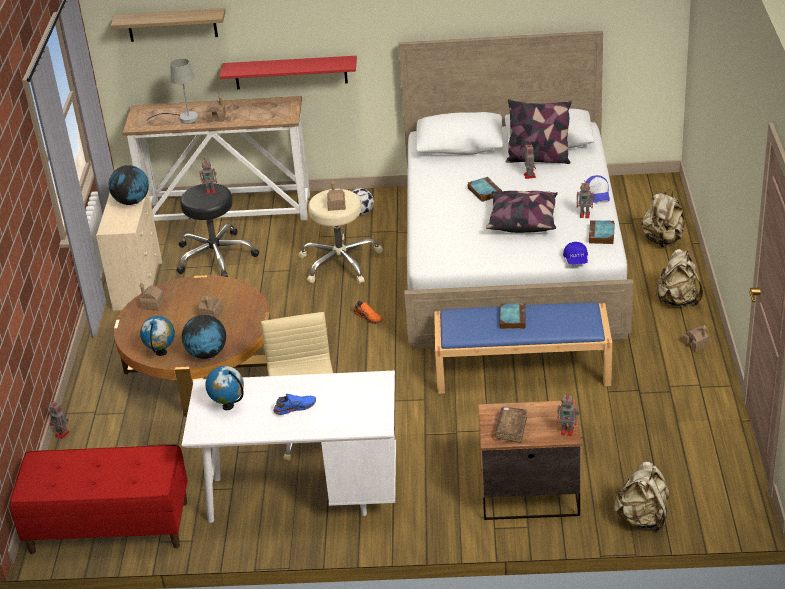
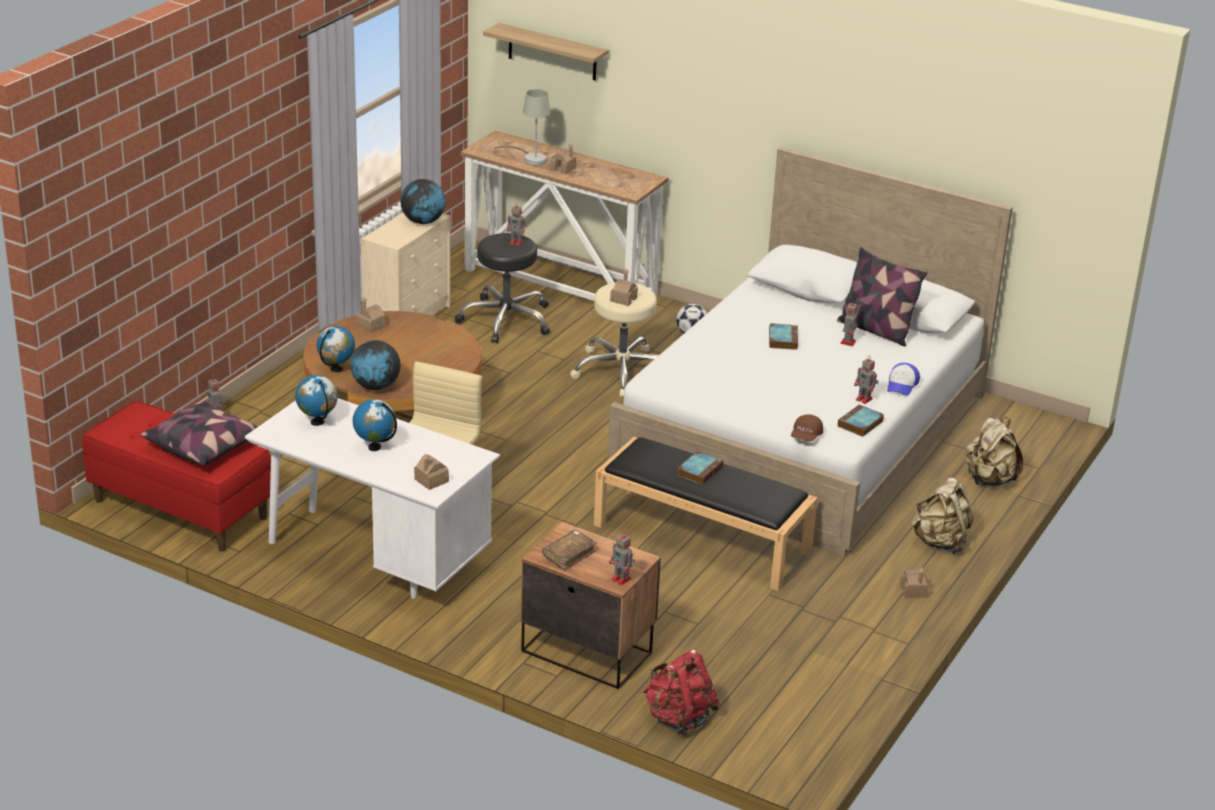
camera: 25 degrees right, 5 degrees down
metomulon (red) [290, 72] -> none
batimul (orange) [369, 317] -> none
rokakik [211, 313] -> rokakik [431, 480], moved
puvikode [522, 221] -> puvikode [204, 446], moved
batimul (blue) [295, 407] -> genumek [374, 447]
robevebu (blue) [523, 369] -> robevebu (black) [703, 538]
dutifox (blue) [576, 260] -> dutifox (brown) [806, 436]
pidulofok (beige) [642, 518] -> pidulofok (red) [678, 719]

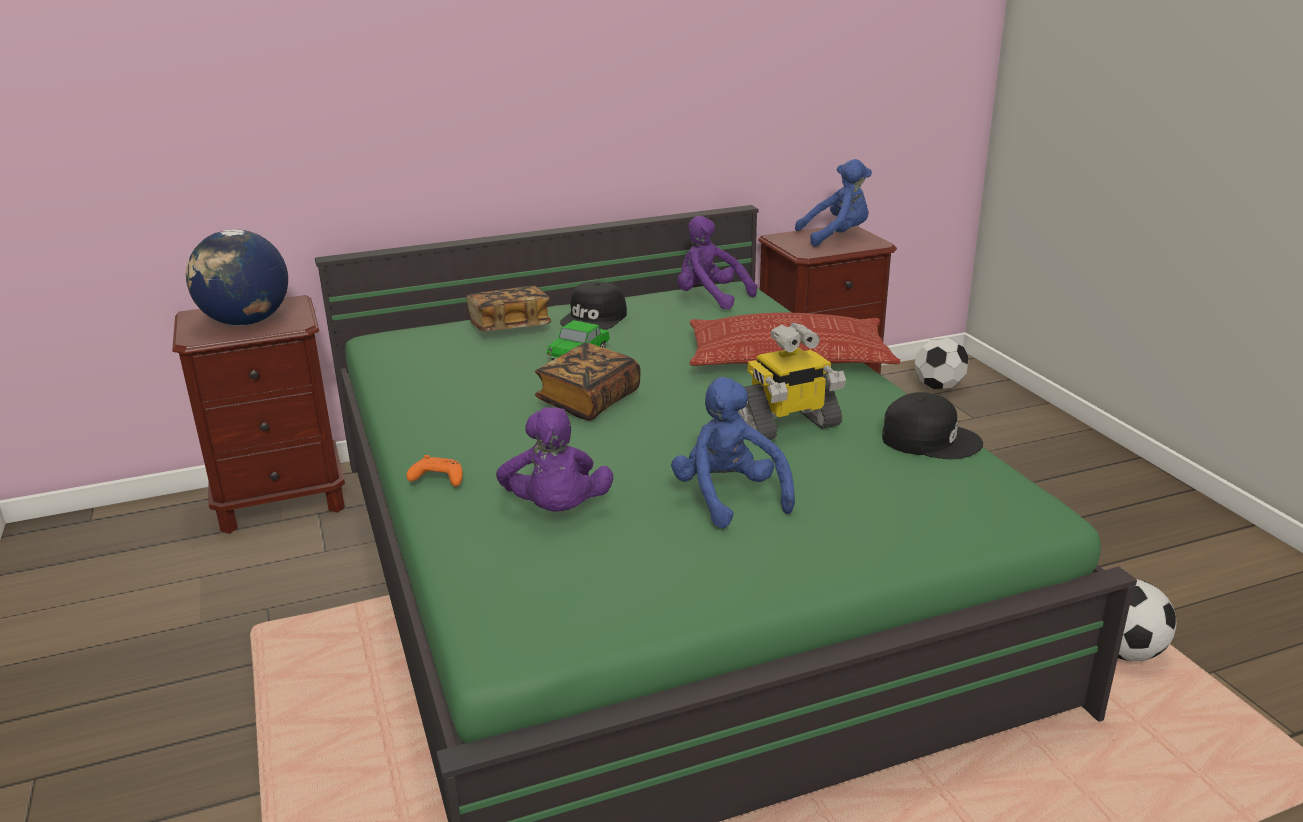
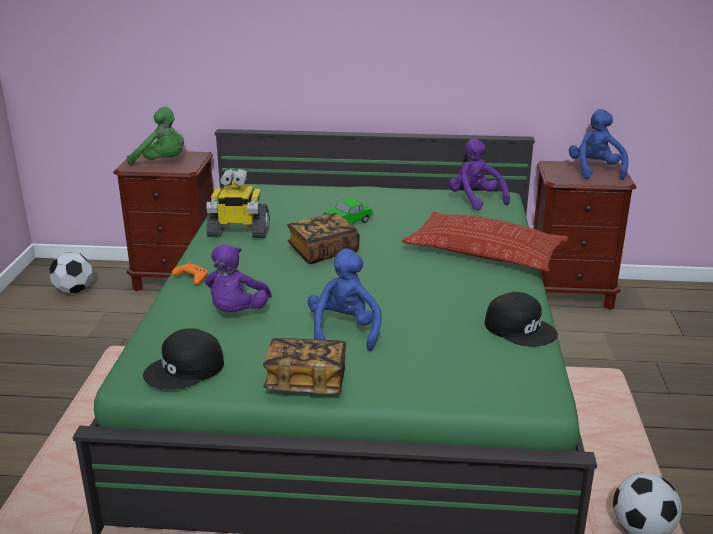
camera: 25 degrees right, 0 degrees up
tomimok [510, 327] -> tomimok [306, 382], moved
dutifox (black) [595, 318] -> dutifox (black) [185, 369], moved
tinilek [786, 426] -> tinilek [238, 232], moved
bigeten [938, 387] -> bigeten [74, 291], moved
genumek [246, 322] -> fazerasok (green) [162, 163]
fazerasok (blue) [836, 237] -> fazerasok (blue) [595, 171], 105 degrees counterclockwise

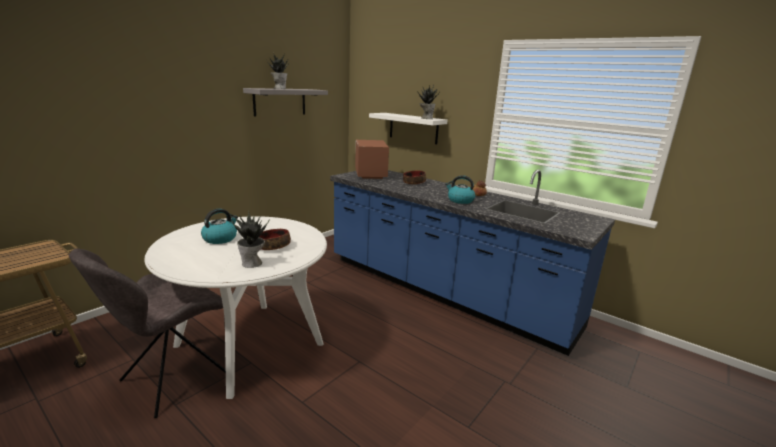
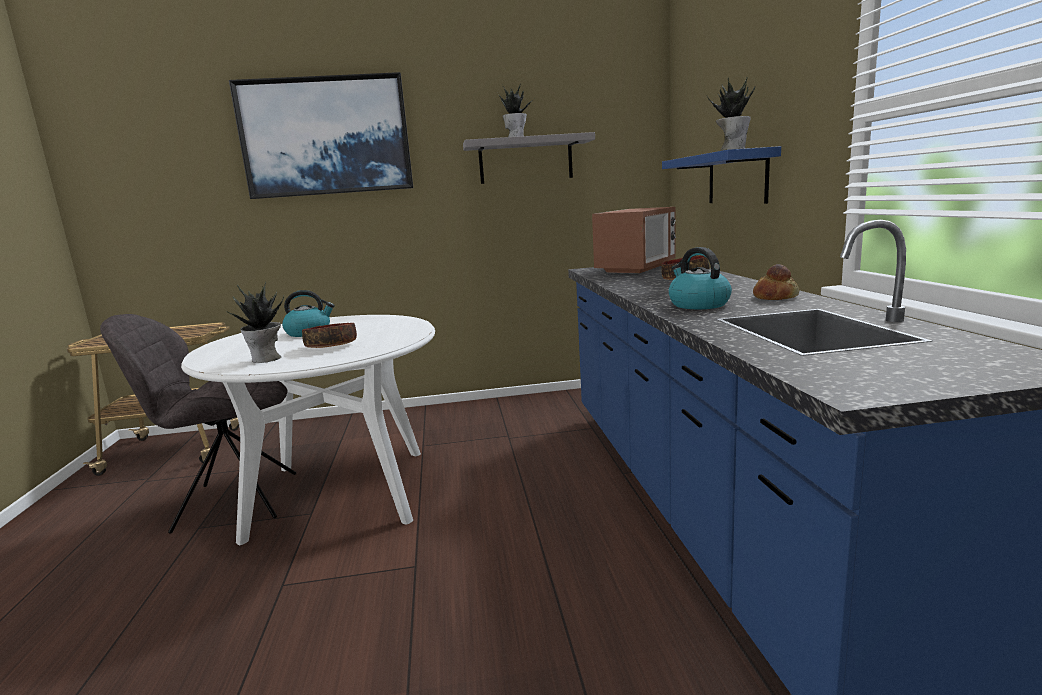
camera: 45 degrees right, 5 degrees down
none -> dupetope [326, 137]
metomulon (white) [413, 128] -> metomulon (blue) [737, 178]

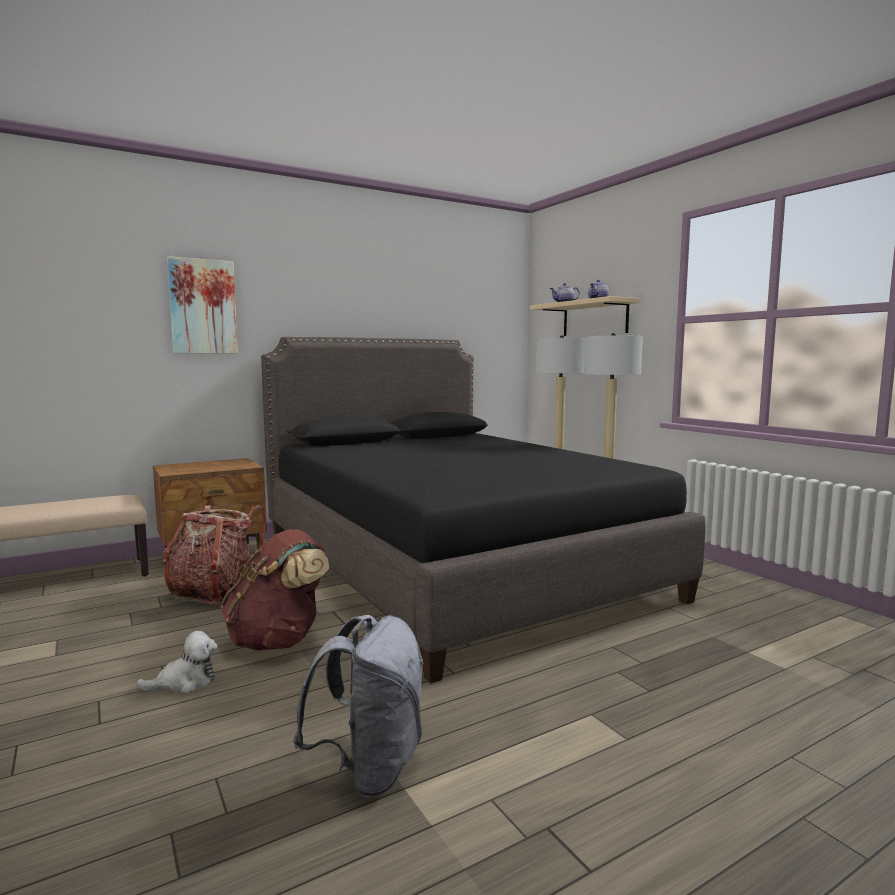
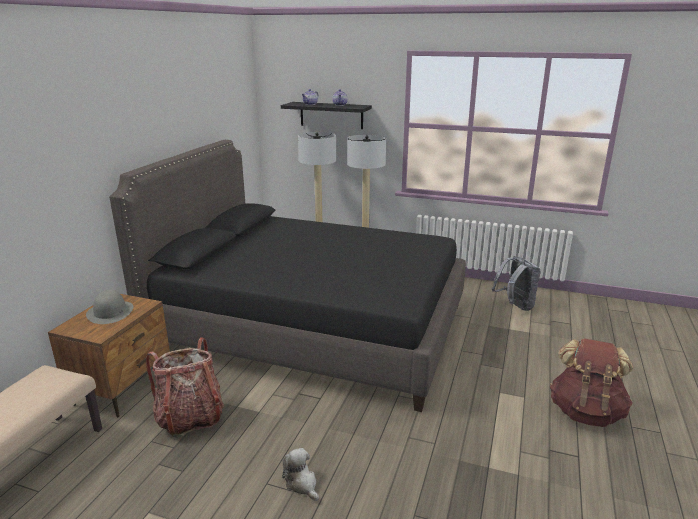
camera: 40 degrees left, 15 degrees up
dupetope [203, 307] -> none
none -> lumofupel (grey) [110, 312]
pidulofok (brown) [278, 640] -> pidulofok (brown) [585, 412], moved
pidulofok (grey) [369, 768] -> pidulofok (grey) [515, 306], moved
metomulon (beige) [594, 318] -> metomulon (black) [331, 115]
fazerasok [184, 682] -> fazerasok [302, 483], 60 degrees counterclockwise

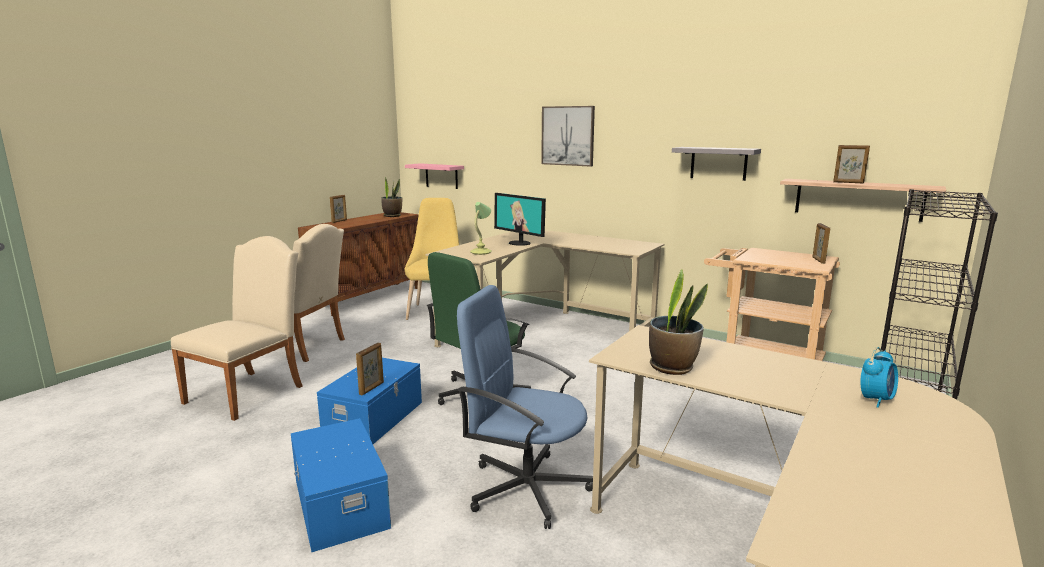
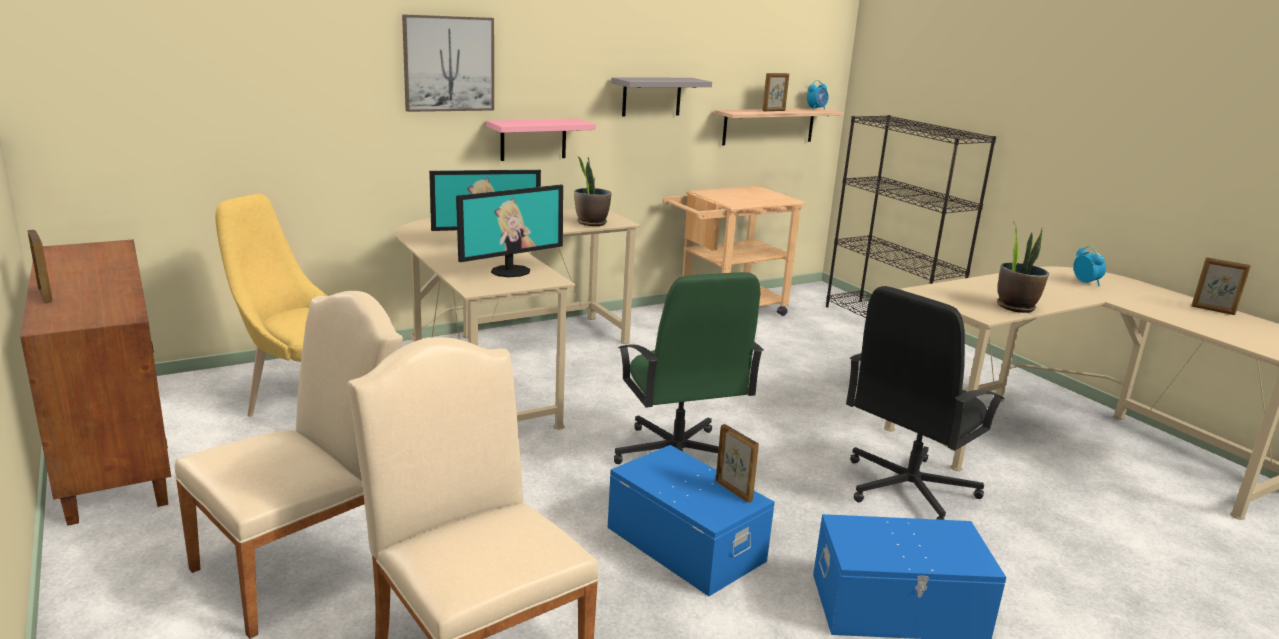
camera: 65 degrees left, 5 degrees up
none -> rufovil [816, 109]
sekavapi [392, 216] -> sekavapi [591, 223], moved
metomulon (pink) [441, 176] -> metomulon (pink) [533, 139], moved
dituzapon [818, 260] -> dituzapon [1213, 310], moved
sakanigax [481, 252] -> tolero [510, 271]
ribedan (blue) [526, 487] -> ribedan (black) [907, 489]

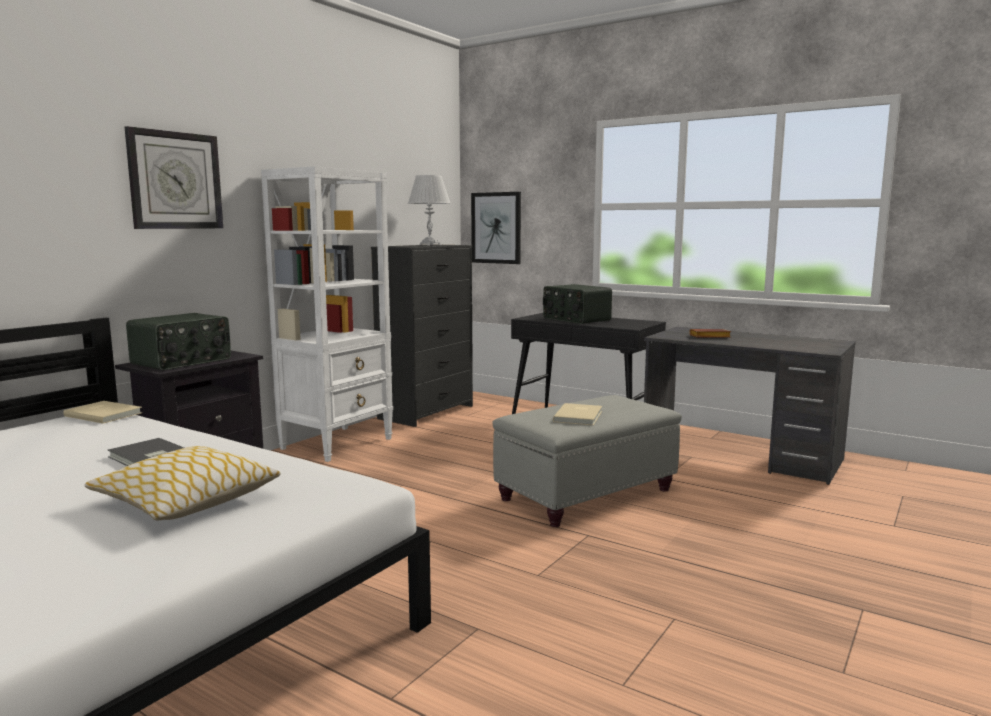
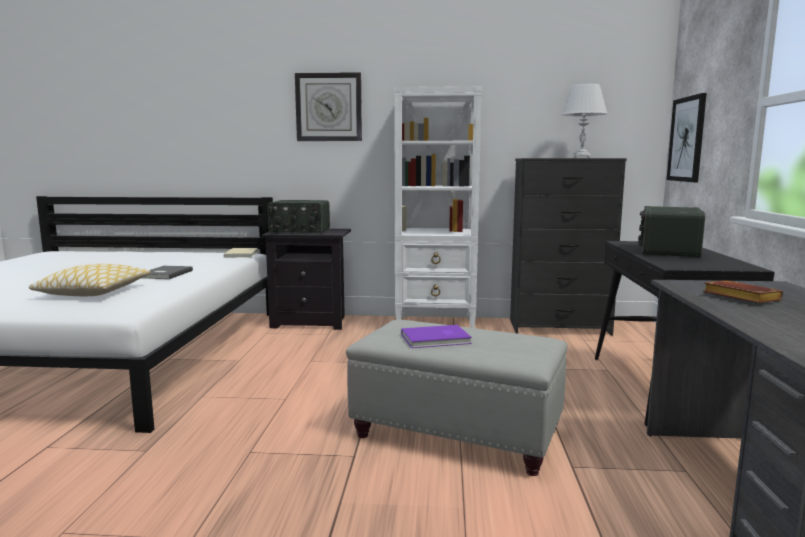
camera: 60 degrees right, 0 degrees up
tomimok (beige) [579, 416] -> tomimok (purple) [437, 339]

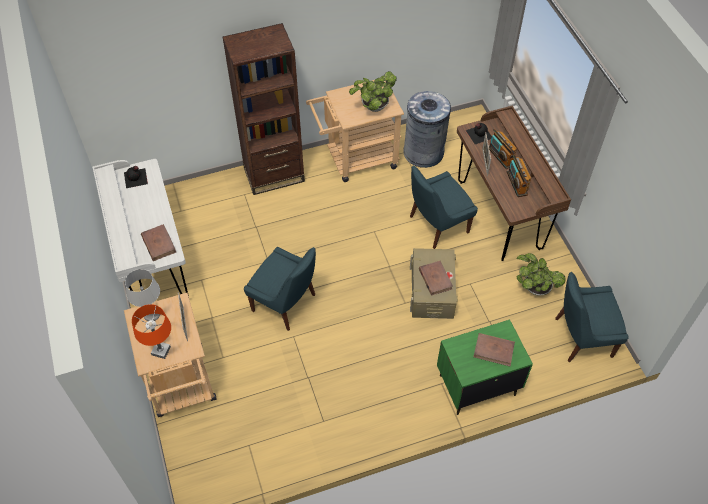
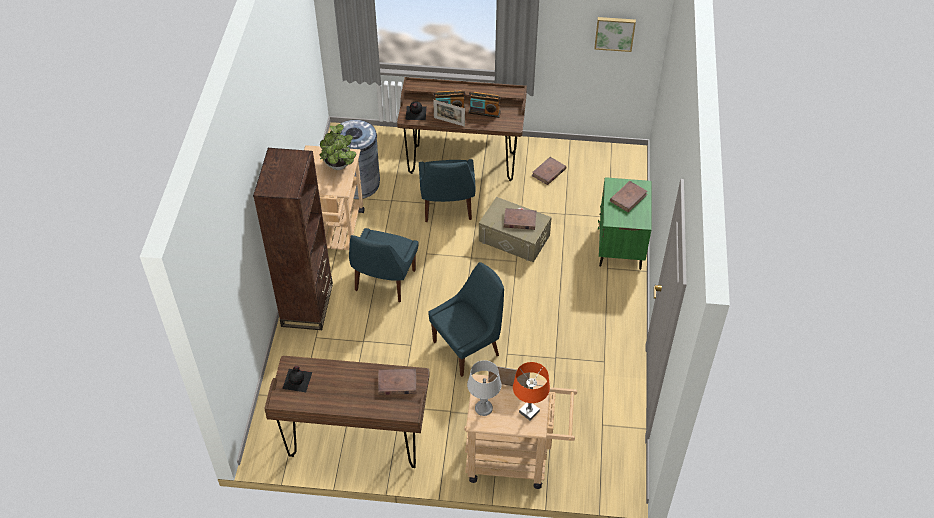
camera: 65 degrees left, 5 degrees down
none -> dupetope [614, 33]
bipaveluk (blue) [580, 337] -> bipaveluk (blue) [384, 282], moved
sekavapi [534, 288] -> tomimok (brown) [548, 172]
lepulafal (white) [154, 264] -> lepulafal (brown) [356, 442]

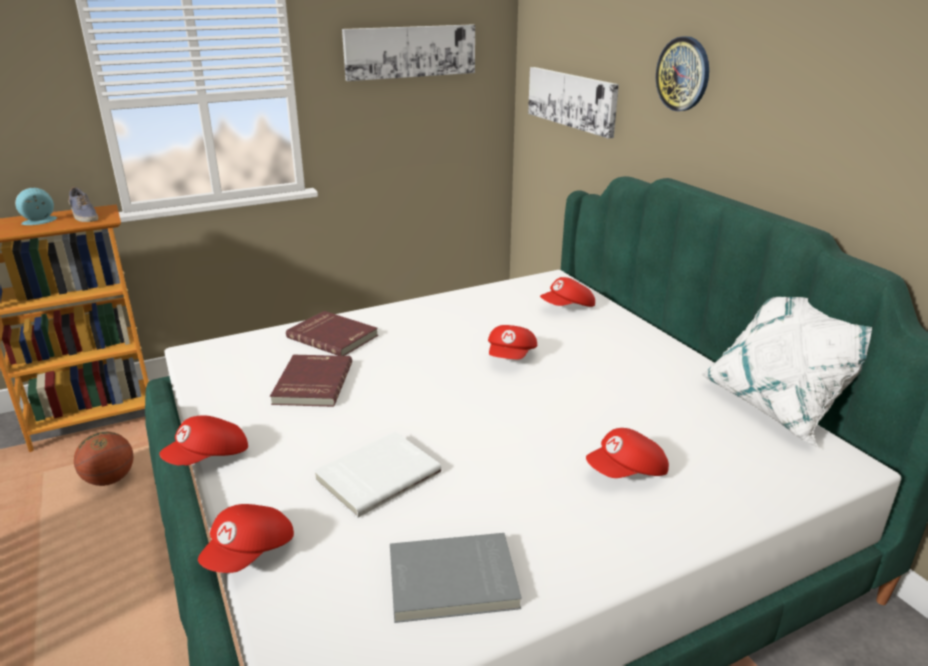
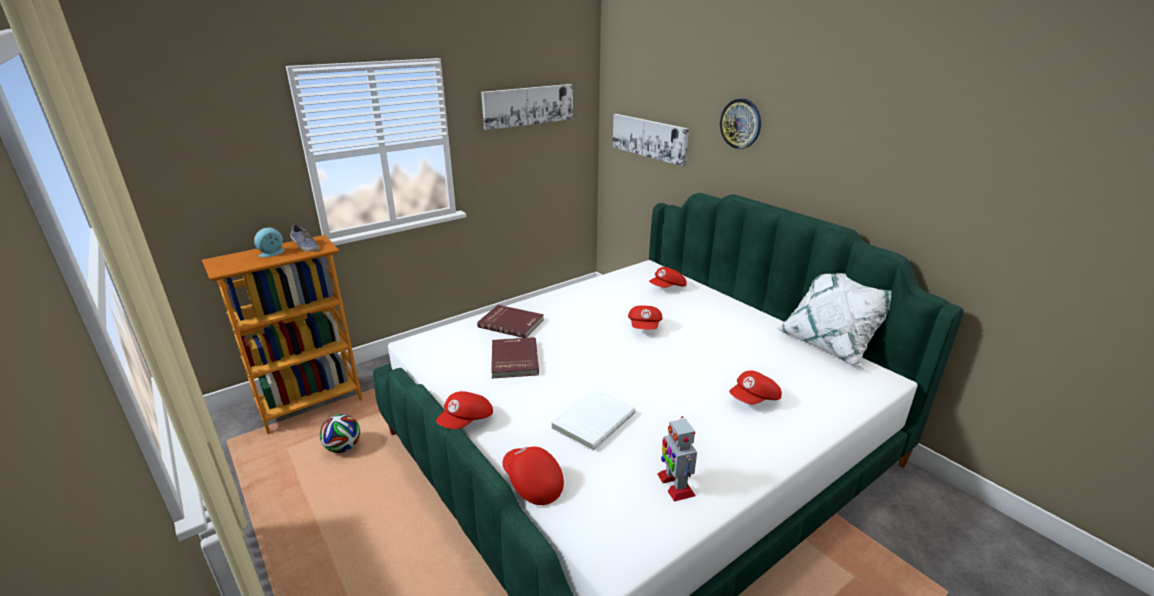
camera: 10 degrees left, 0 degrees up
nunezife [110, 479] -> bigeten [343, 448]
tomimok (grey) [453, 581] -> tinilek [675, 484]
dutifox (red) [250, 553] -> dutifox (red) [532, 483], 120 degrees clockwise

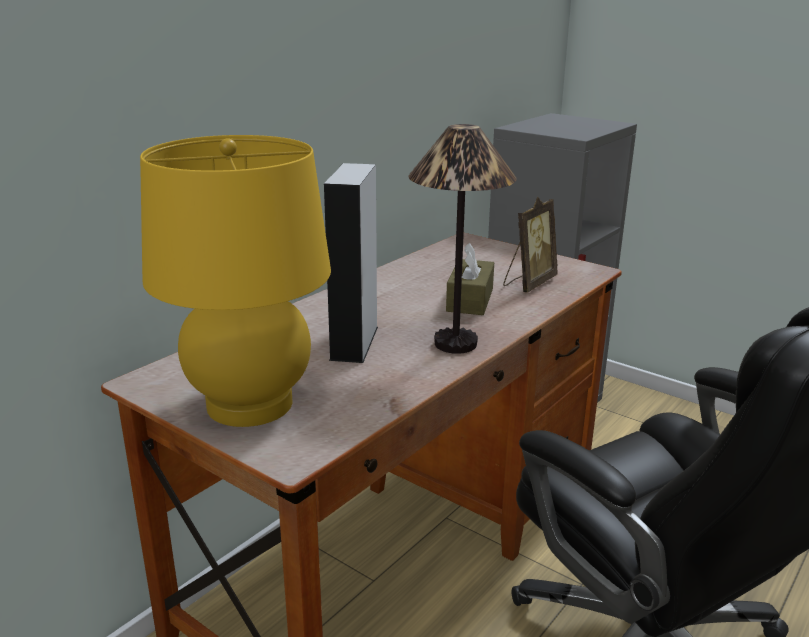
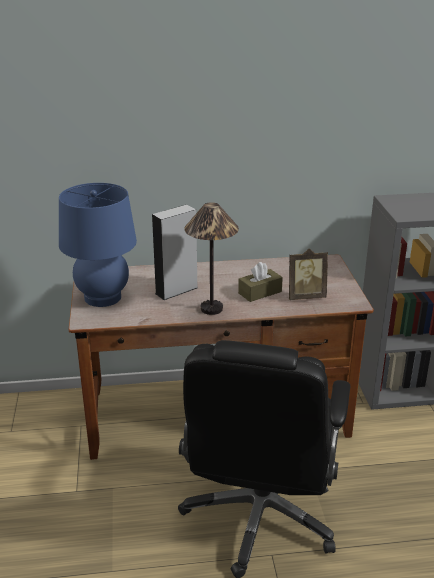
camera: 45 degrees right, 5 degrees up
sakanigax (yellow) [250, 404] -> sakanigax (blue) [102, 297]

